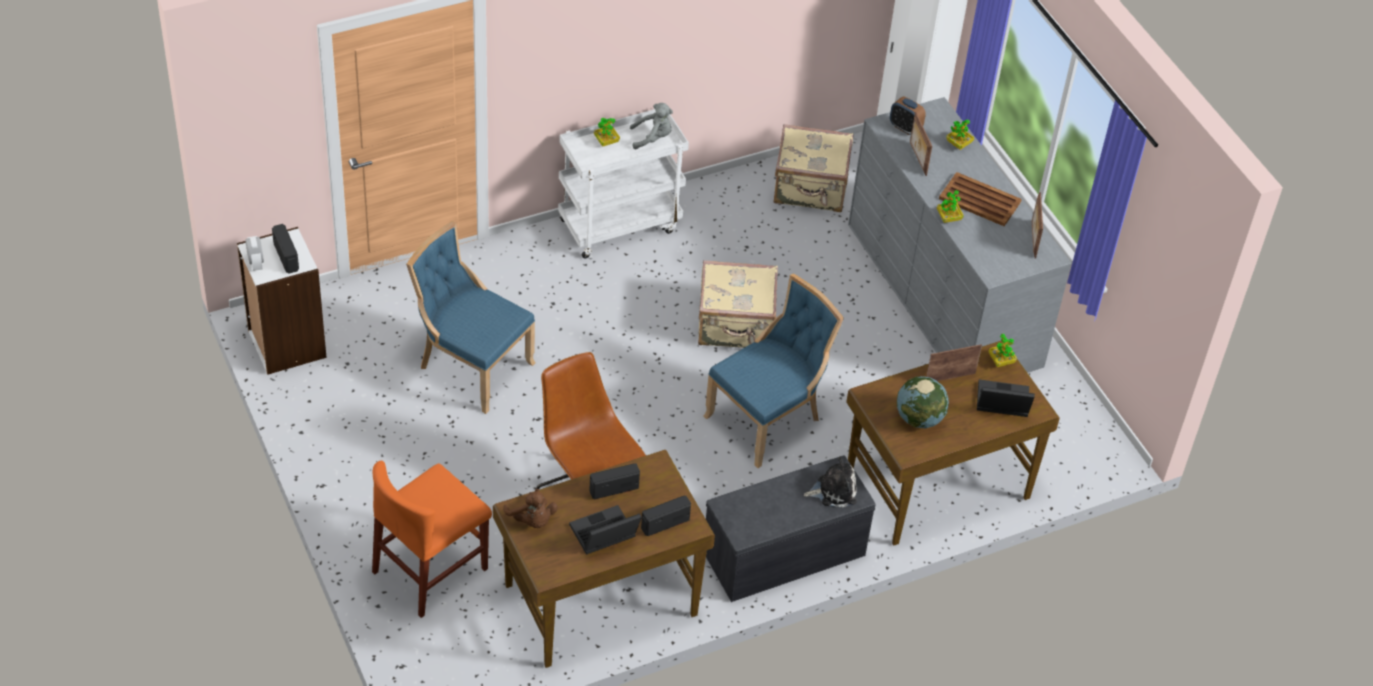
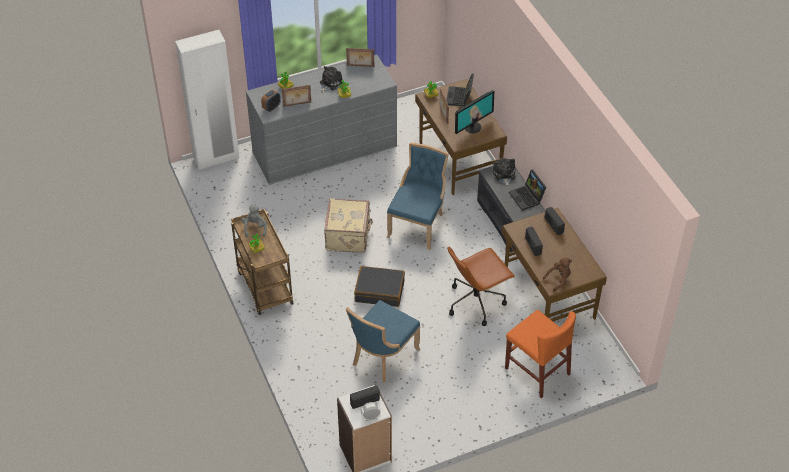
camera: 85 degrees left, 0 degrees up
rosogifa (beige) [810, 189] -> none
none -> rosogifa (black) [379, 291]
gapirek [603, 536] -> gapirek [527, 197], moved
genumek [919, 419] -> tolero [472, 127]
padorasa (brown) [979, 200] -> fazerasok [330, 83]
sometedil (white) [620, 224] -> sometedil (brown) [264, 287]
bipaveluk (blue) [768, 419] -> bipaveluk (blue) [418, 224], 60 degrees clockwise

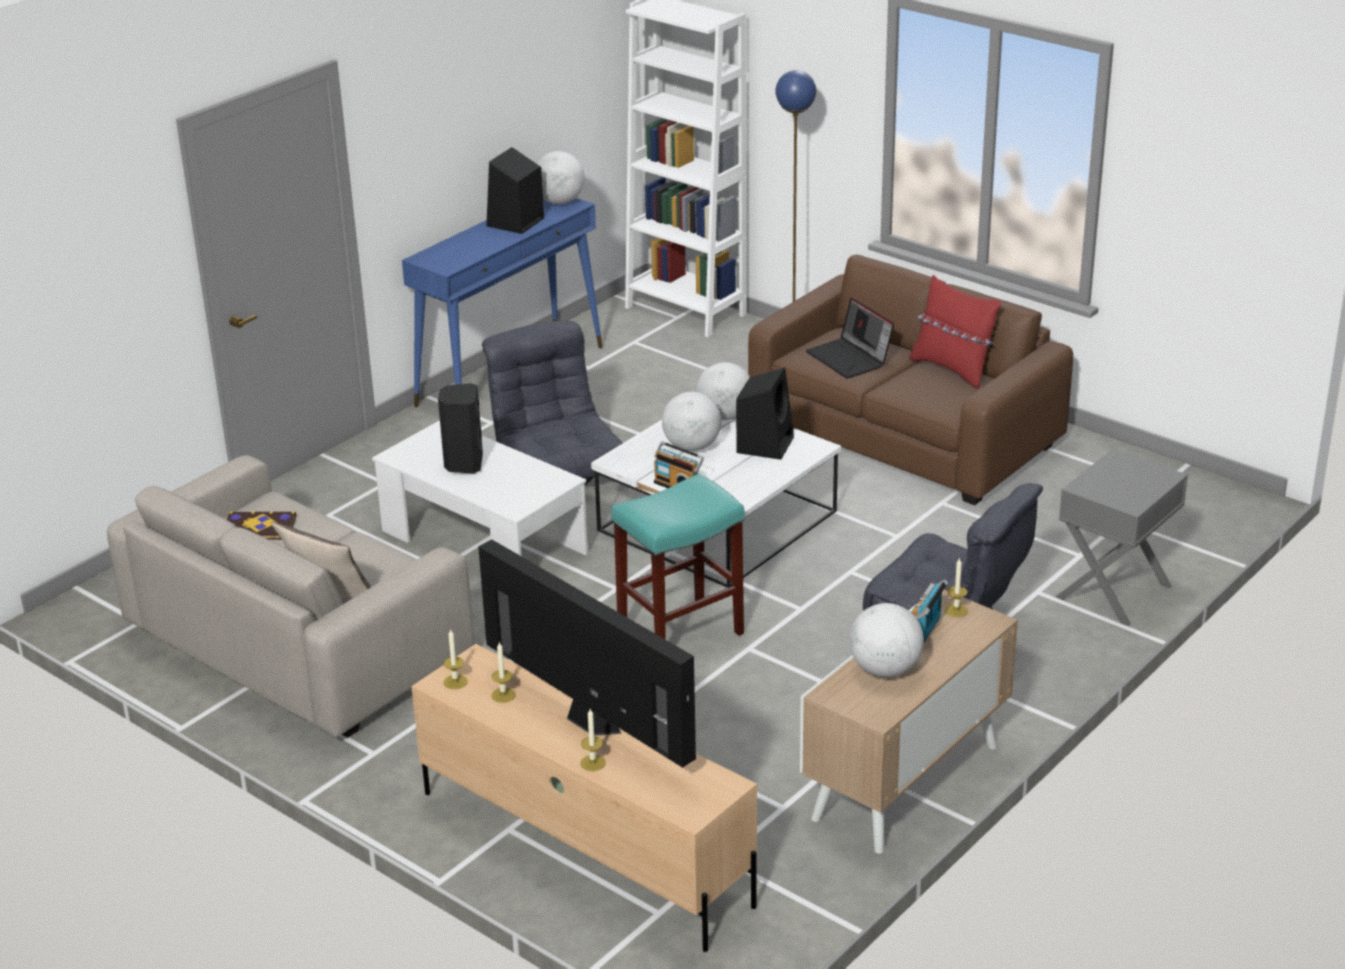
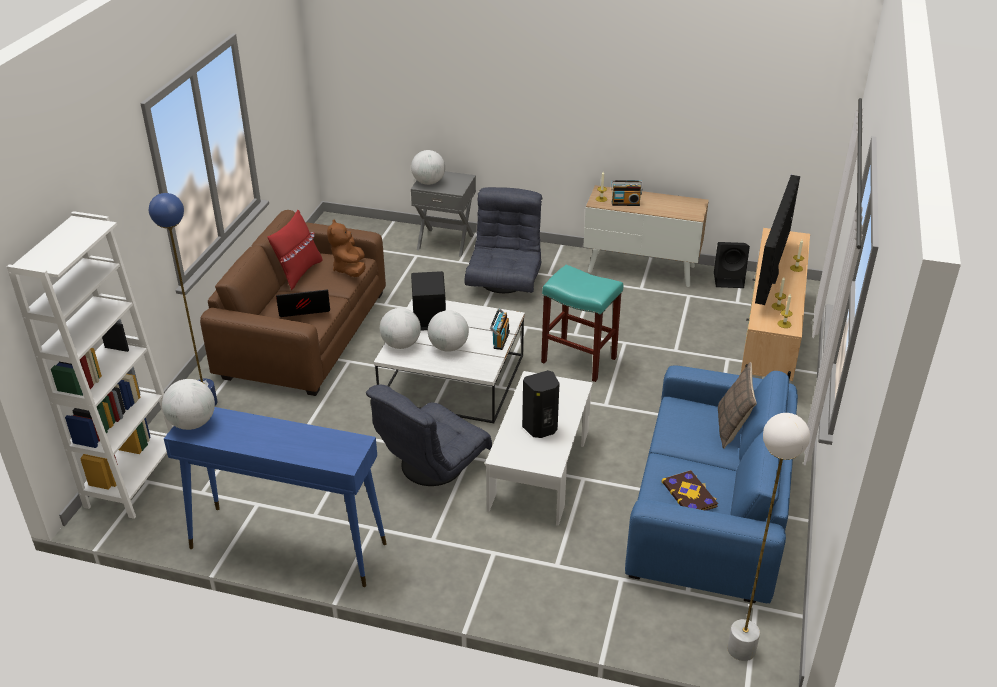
camera: 115 degrees left, 5 degrees up
none -> fazerasok (brown) [350, 269]
none -> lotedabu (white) [741, 649]
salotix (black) [515, 223] -> salotix (black) [729, 280], moved
genumek [885, 670] -> genumek [428, 182], moved
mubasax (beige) [297, 642] -> mubasax (blue) [709, 510]
gapirek [850, 358] -> gapirek [303, 309], 135 degrees counterclockwise

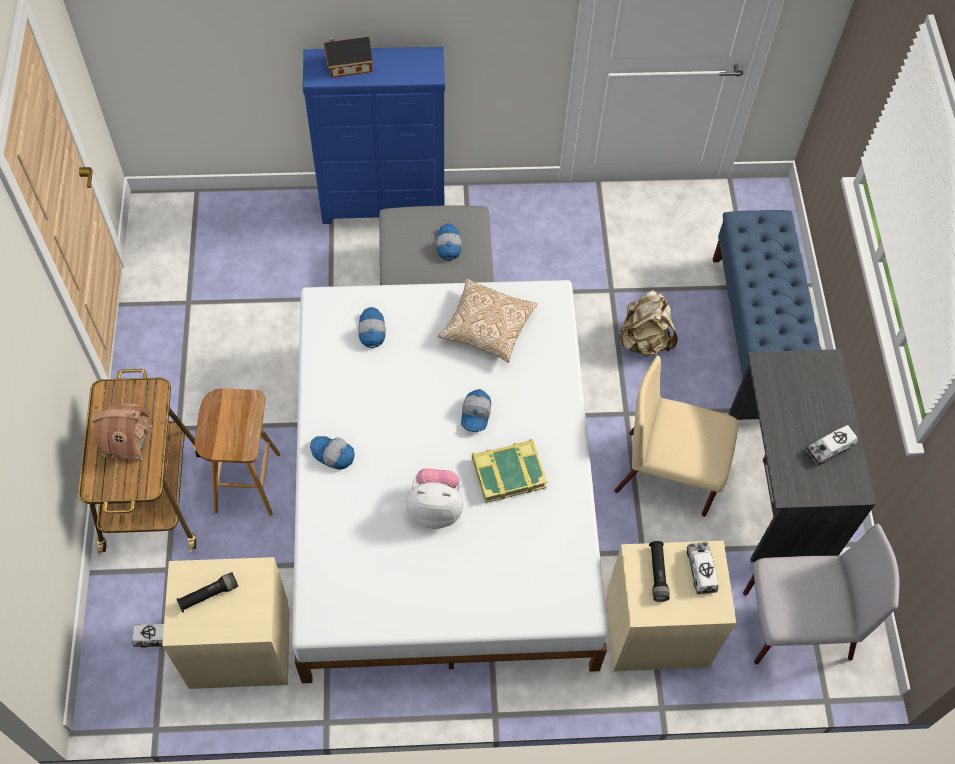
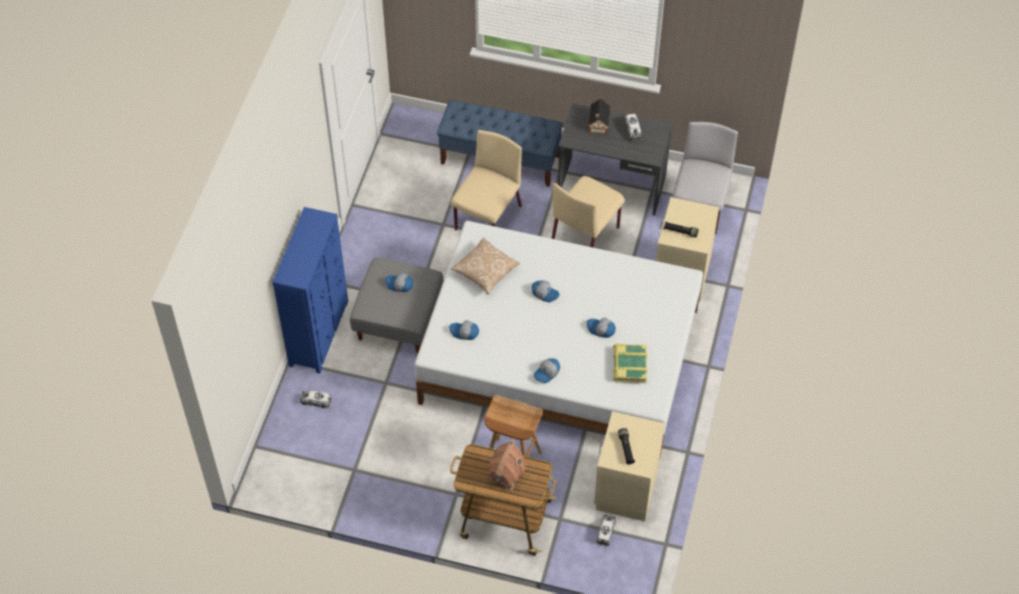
camera: 70 degrees left, 5 degrees down
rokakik [347, 64] -> rokakik [598, 124], moved
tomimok [508, 472] -> tomimok [629, 366], moved
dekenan [701, 570] -> dekenan [316, 401], moved
fazerasok [435, 508] -> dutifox [601, 330]
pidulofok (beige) [644, 340] -> bipaveluk (beige) [487, 219]

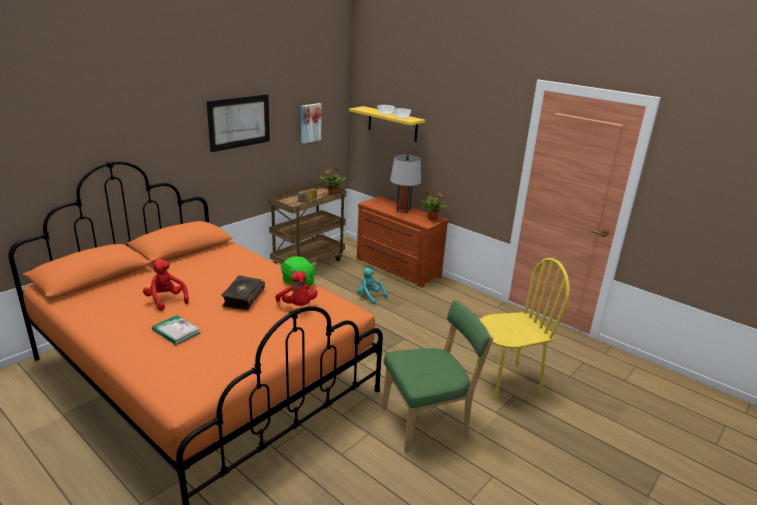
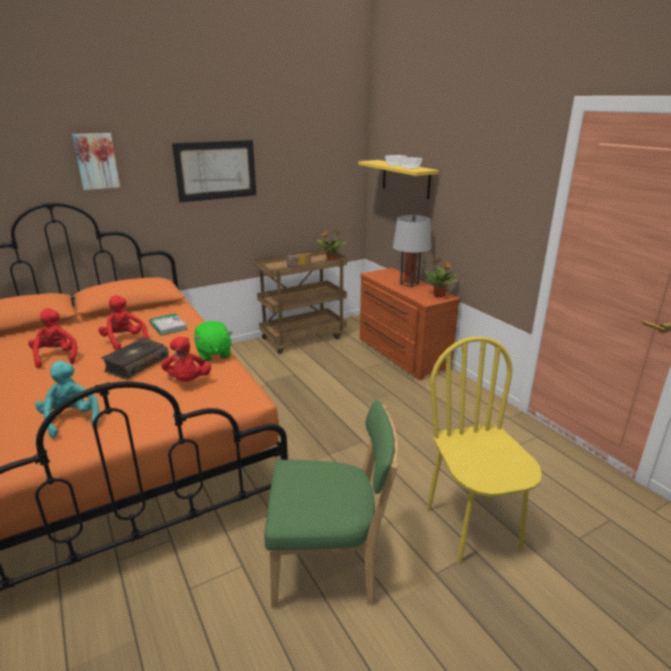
camera: 20 degrees right, 0 degrees up
none -> fazerasok (red) [124, 341]
tomimok [176, 331] -> tomimok [168, 326], moved
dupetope [310, 122] -> dupetope [96, 161], moved
fazerasok (turquoise) [369, 297] -> fazerasok (turquoise) [71, 420], moved
bipaveluk (yellow) [506, 382] -> bipaveluk (yellow) [473, 528], 105 degrees counterclockwise

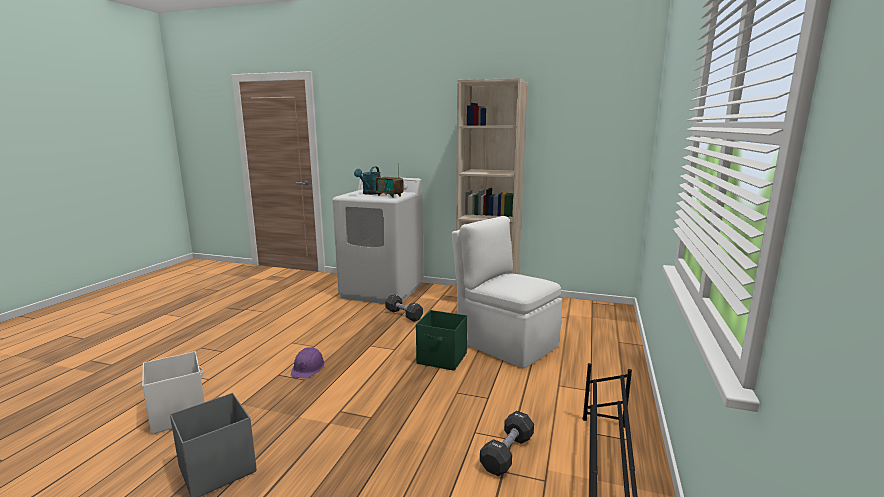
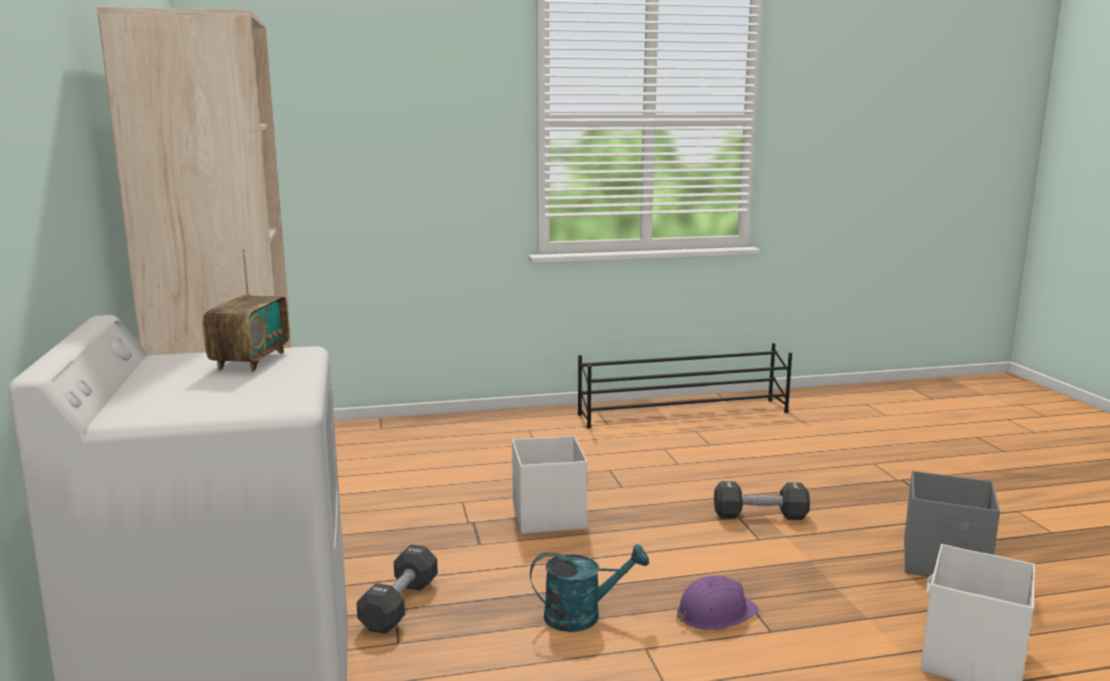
camera: 120 degrees left, 0 degrees up
bipaveluk (white) [505, 343] -> none
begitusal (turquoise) [370, 193] -> begitusal (turquoise) [582, 615], moved
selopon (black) [507, 453] -> selopon (black) [760, 516], moved
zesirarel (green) [442, 359] -> zesirarel (white) [549, 515]

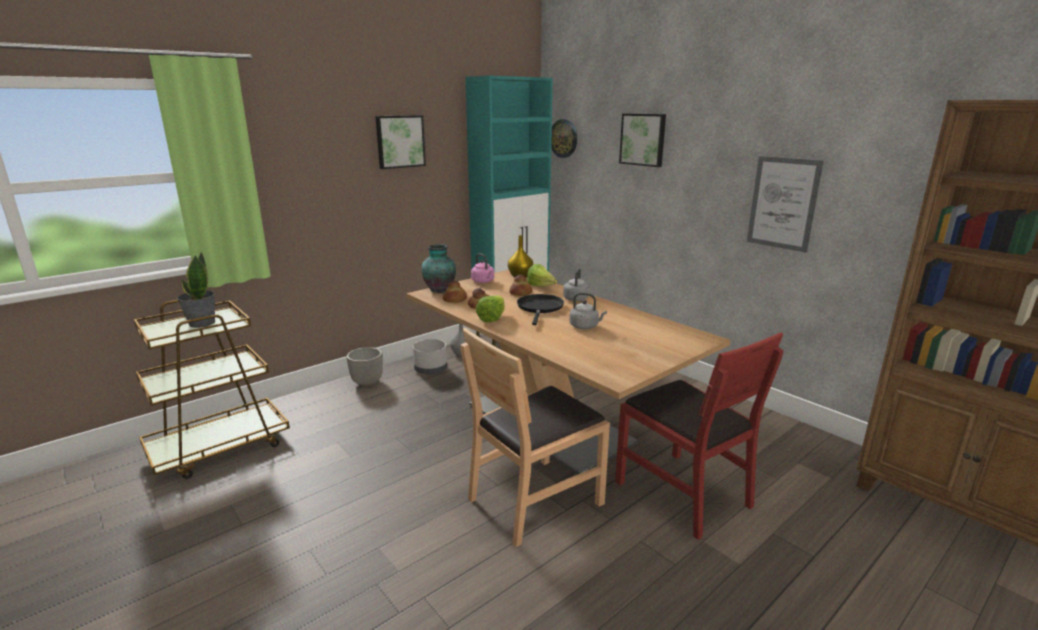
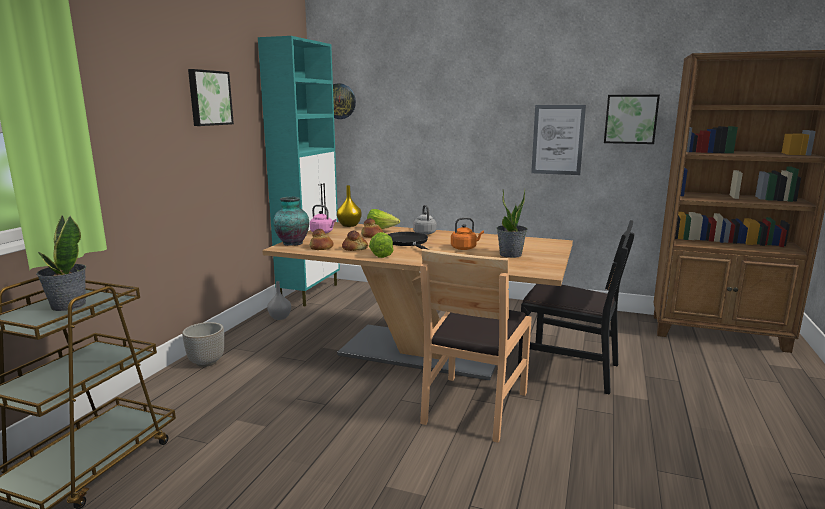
camera: 30 degrees left, 5 degrees down
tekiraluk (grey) [431, 369] -> none
none -> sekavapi [510, 255]
dupetope [643, 139] -> dupetope [630, 119], moved
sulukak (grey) [585, 326] -> sulukak (orange) [465, 248]
bipaveluk (red) [683, 492] -> bipaveluk (black) [568, 369]

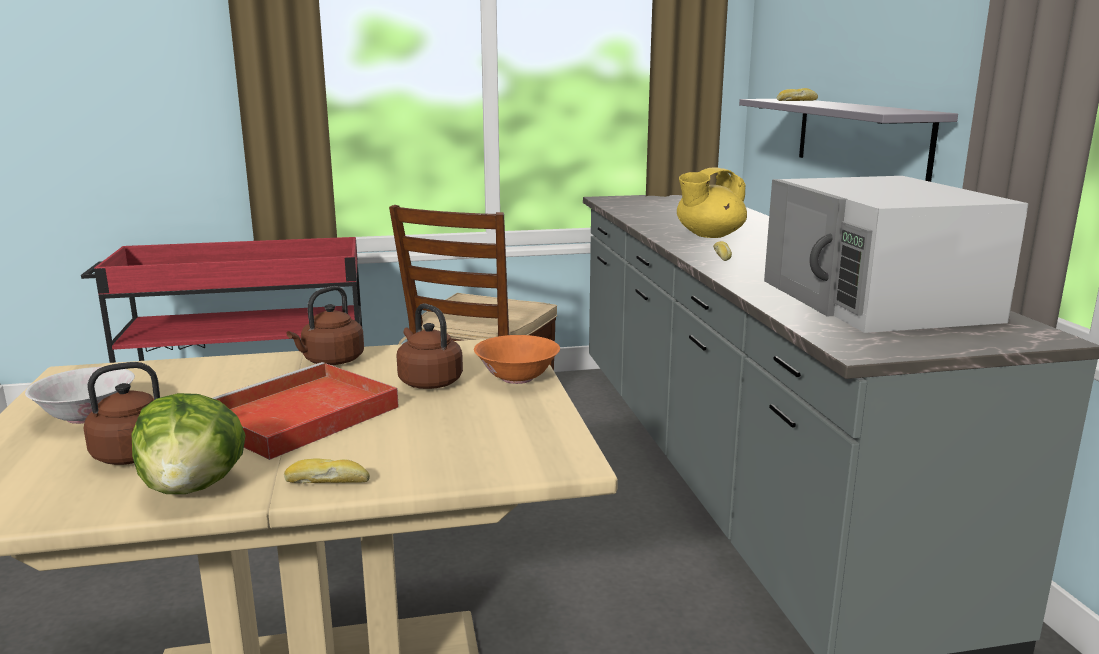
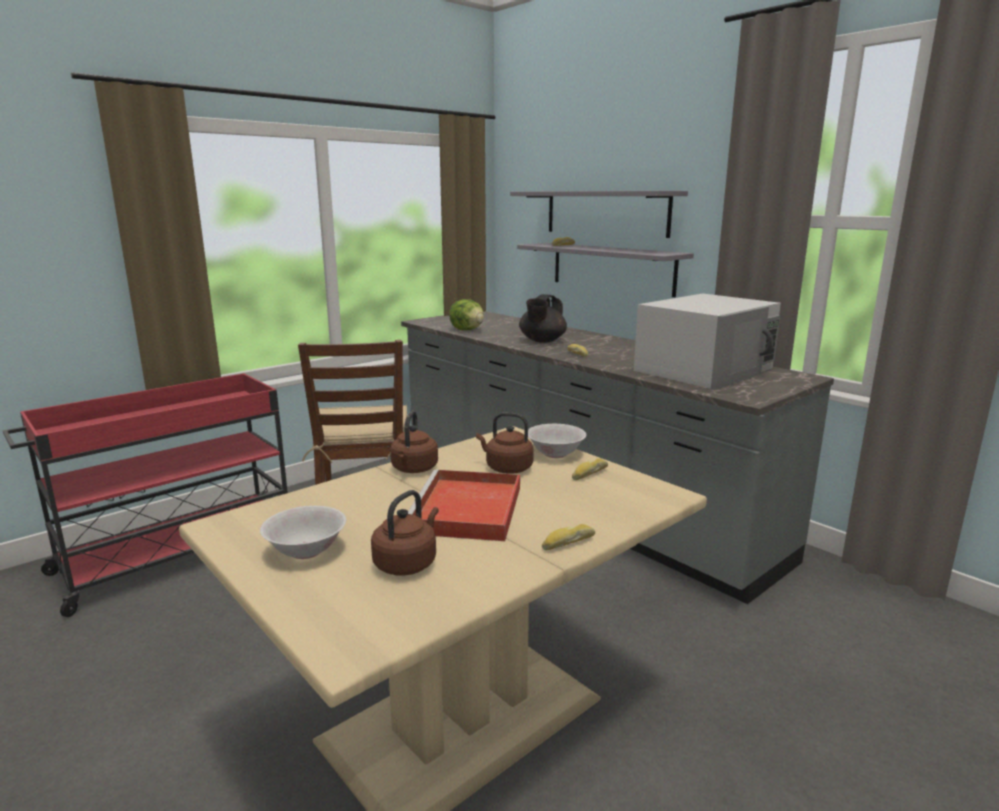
camera: 30 degrees left, 0 degrees up
none -> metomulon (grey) [605, 213]
none -> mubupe [589, 474]
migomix [194, 487] -> migomix [467, 330], moved
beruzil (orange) [517, 378] -> beruzil (white) [556, 454]
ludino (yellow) [709, 235] -> ludino (black) [542, 341]
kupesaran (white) [877, 300] -> kupesaran (white) [705, 369], 90 degrees counterclockwise

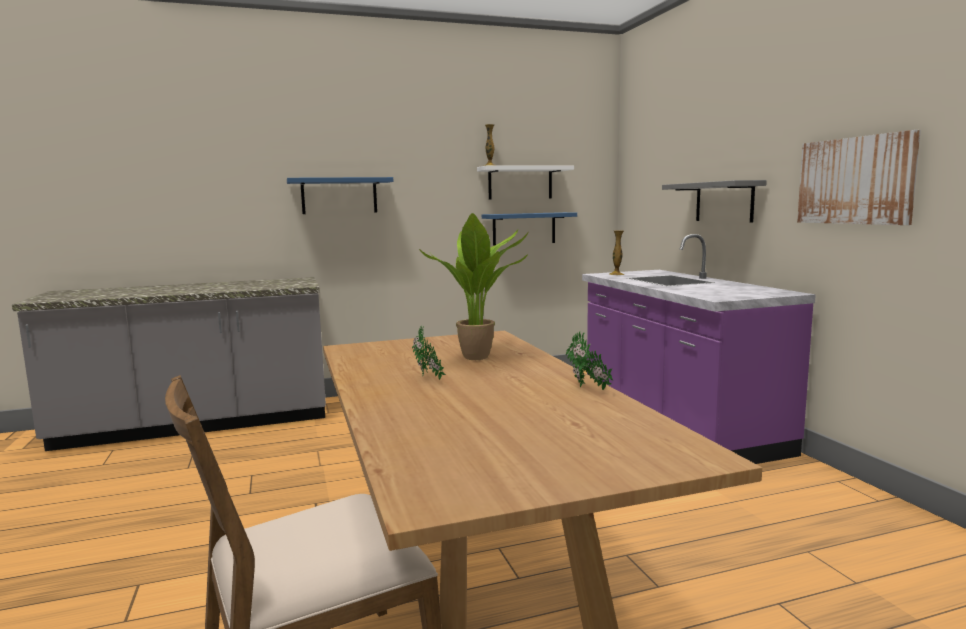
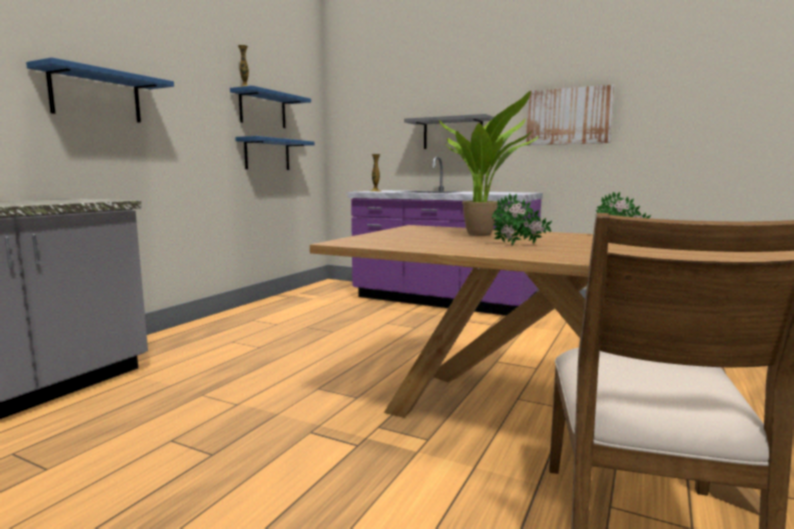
camera: 45 degrees left, 0 degrees up
metomulon (white) [520, 183] -> metomulon (blue) [263, 110]

